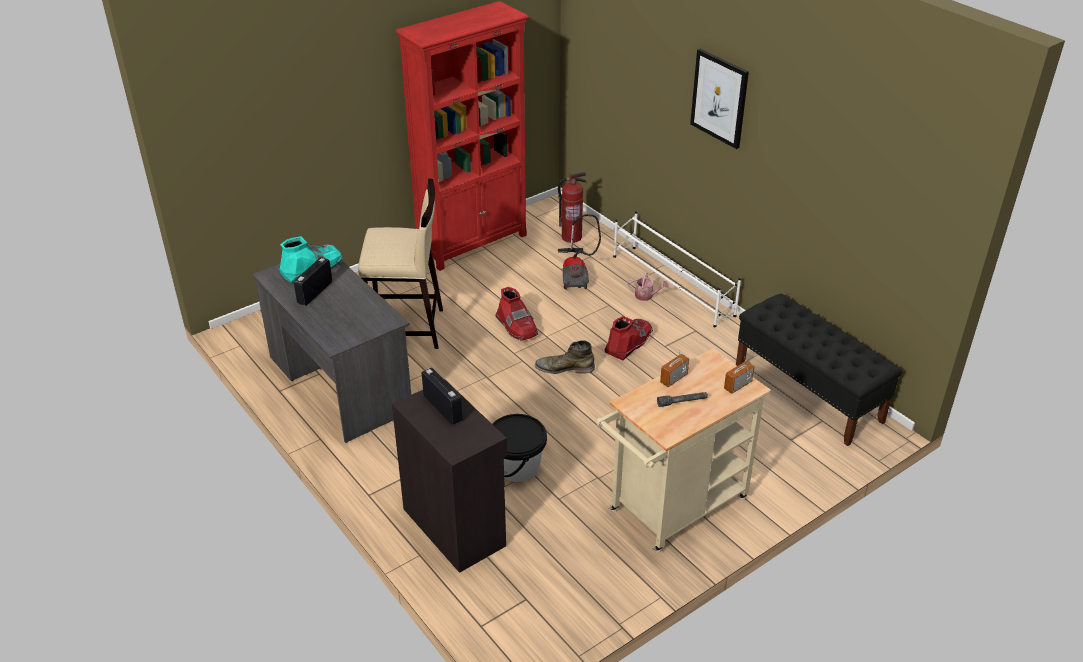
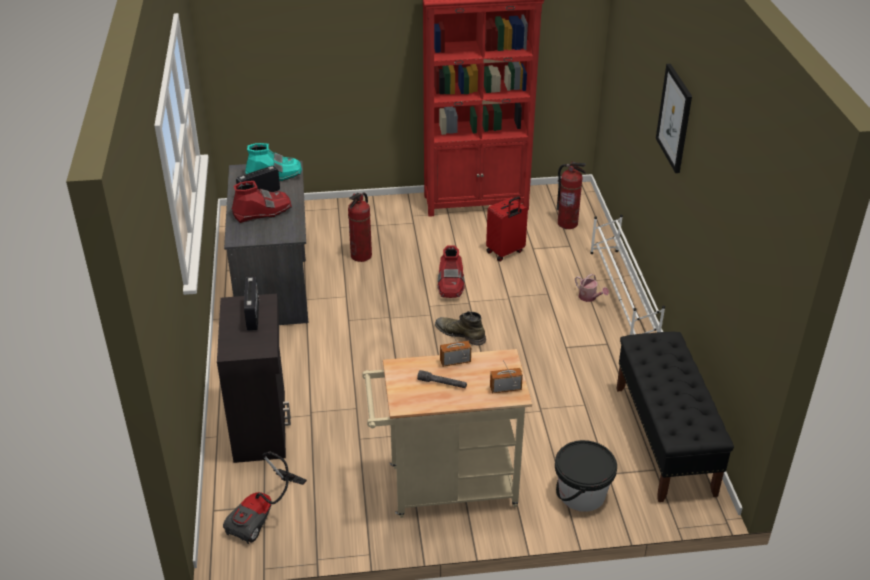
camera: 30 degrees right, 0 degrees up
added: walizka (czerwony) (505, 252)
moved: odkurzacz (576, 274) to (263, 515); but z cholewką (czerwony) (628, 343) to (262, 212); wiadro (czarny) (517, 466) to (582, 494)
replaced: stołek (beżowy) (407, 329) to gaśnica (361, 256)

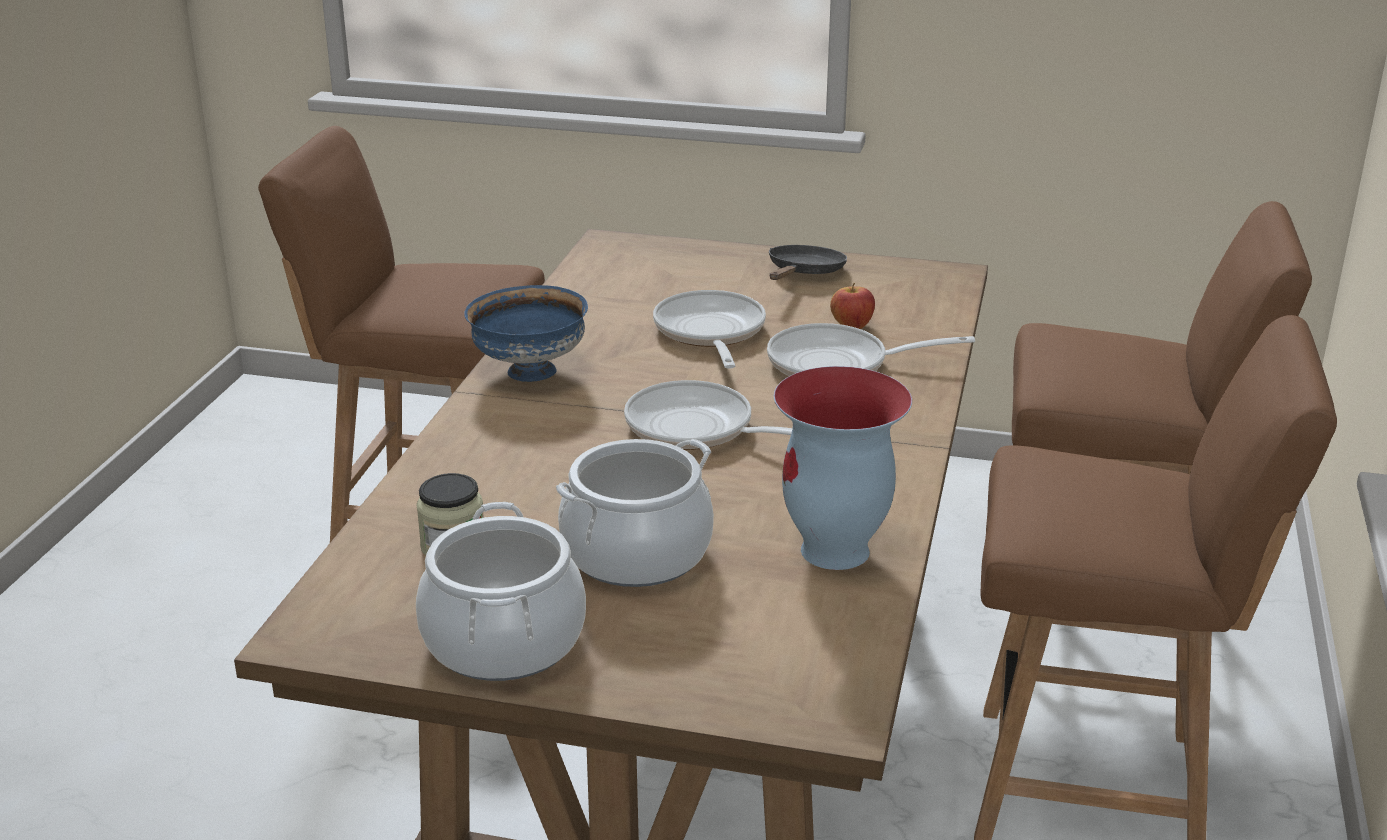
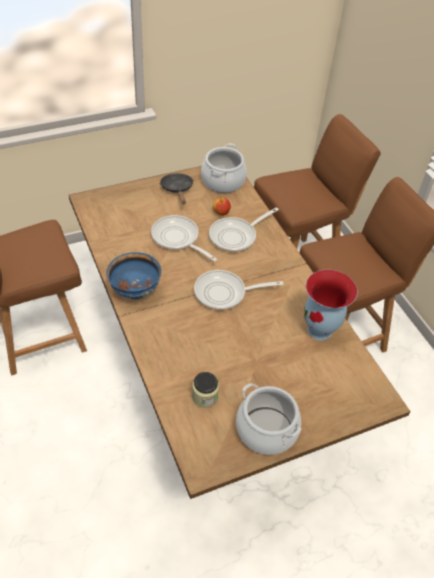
camera: 40 degrees left, 20 degrees up
moved: garnek (636, 553) to (222, 181)

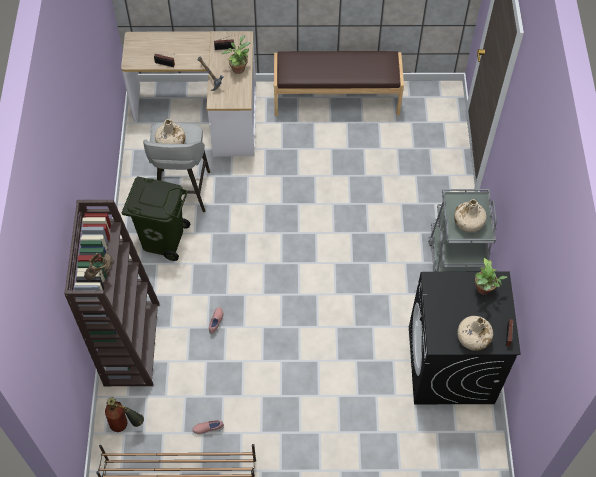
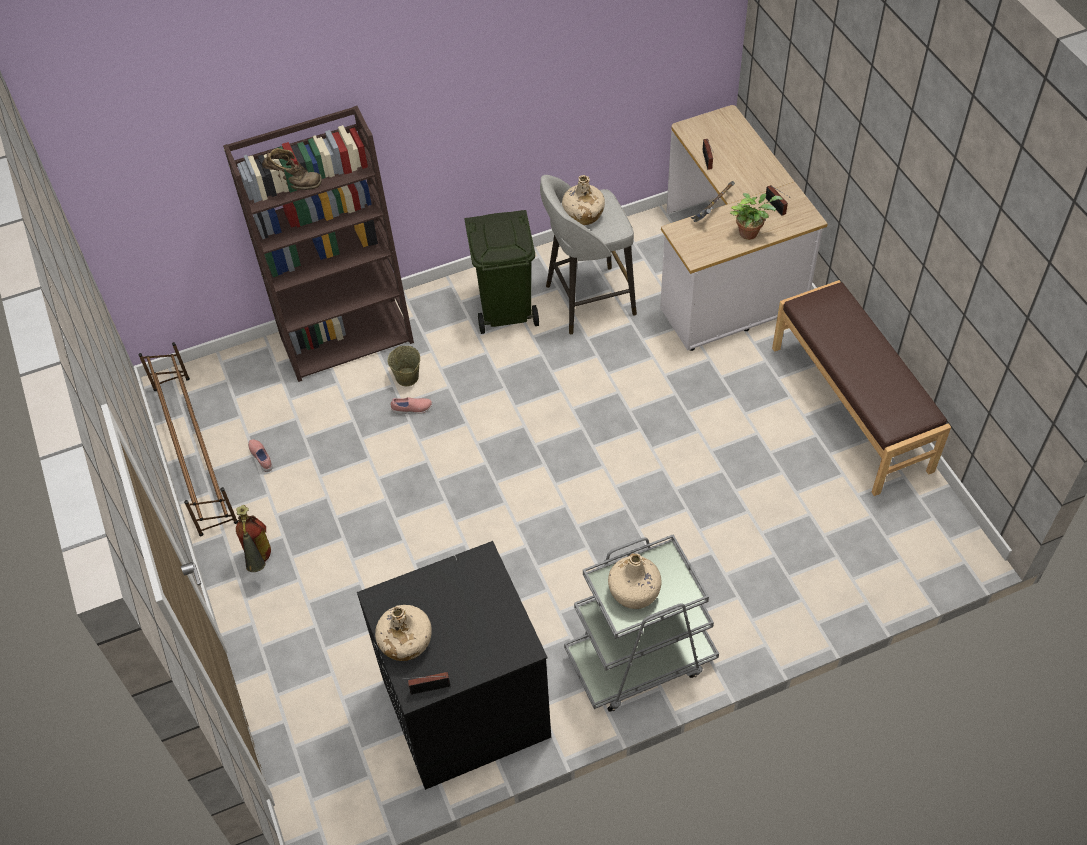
camera: 70 degrees right, 5 degrees down
removed: roślina doniczkowa (484, 290)
added: wiadro (beżowy) (407, 377)
moved: gaśnica (126, 426) to (260, 563)

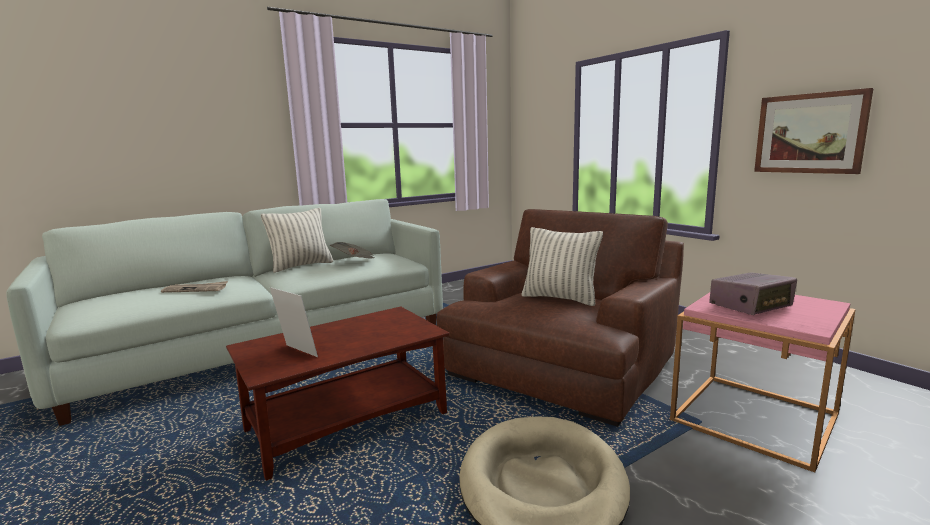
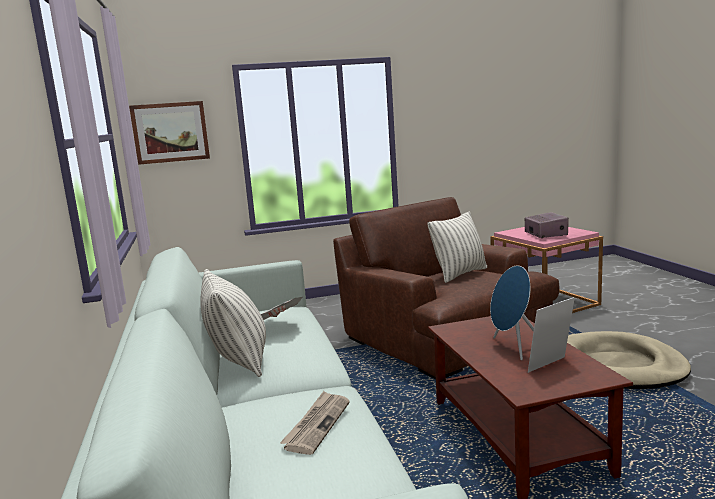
camera: 70 degrees left, 0 degrees up
added: głośnik (niebieski) (513, 348)
moved: obraz (809, 133) to (170, 132)

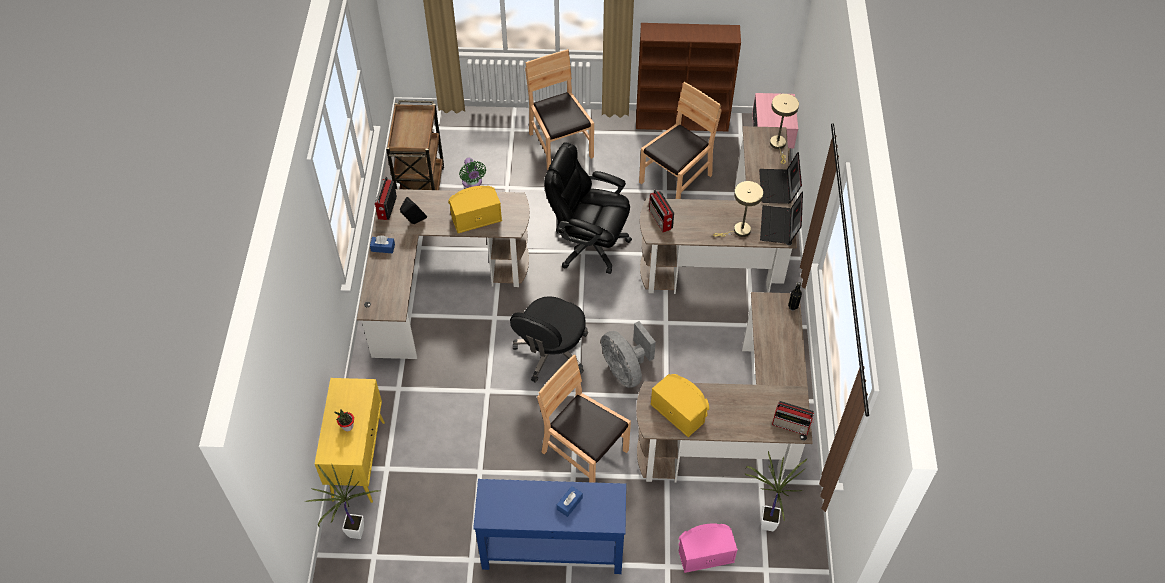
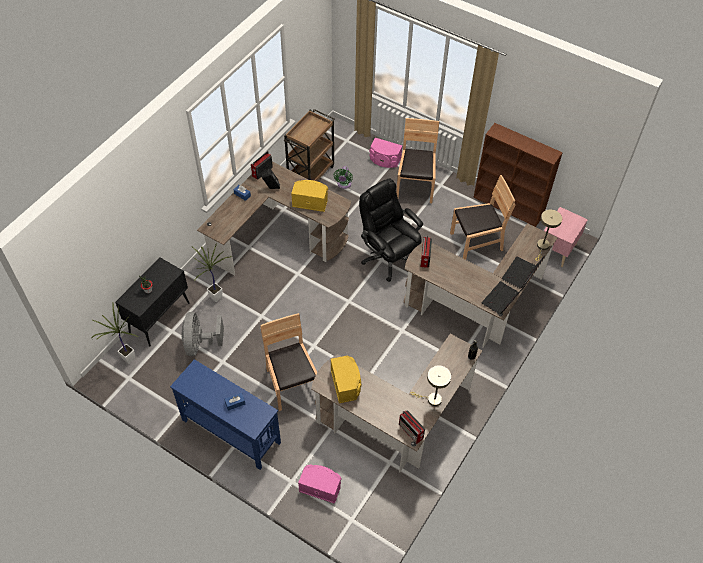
camera: 30 degrees right, 0 degrees up
removed: krzesło biurowe (czarny) (551, 352)
added: głośnik (różowy) (384, 160)
moved: wentylator (szary) (625, 370) to (200, 344); roślina doniczkowa (765, 522) to (215, 296); lampa stołowa (beżowy) (739, 231) to (431, 399)
recoloured: szafka (żółty) (359, 460) to szafka (czarny) (160, 318)

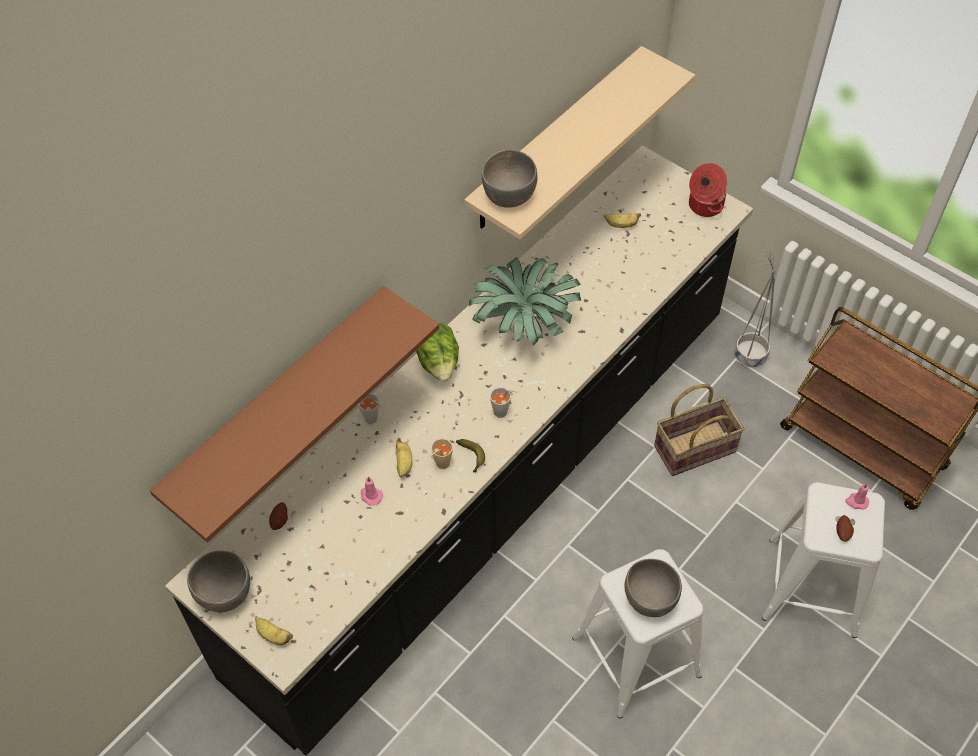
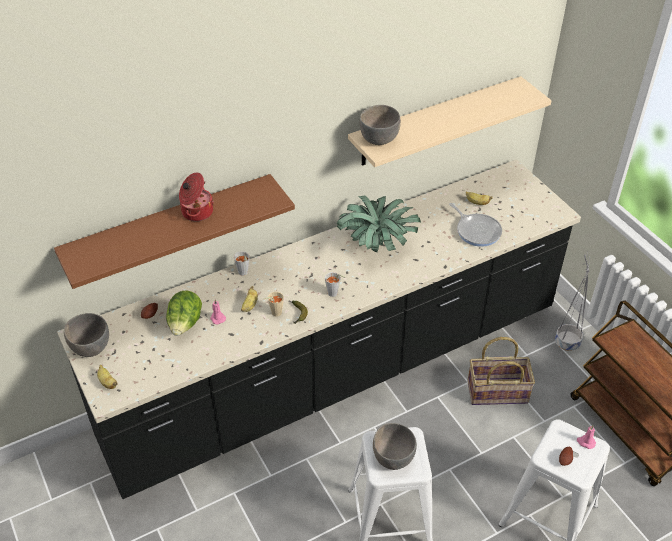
camera: 20 degrees right, 10 degrees down
added: patelnia (477, 231)
moved: sałata (439, 364) to (185, 324); garnek (704, 205) to (196, 212)

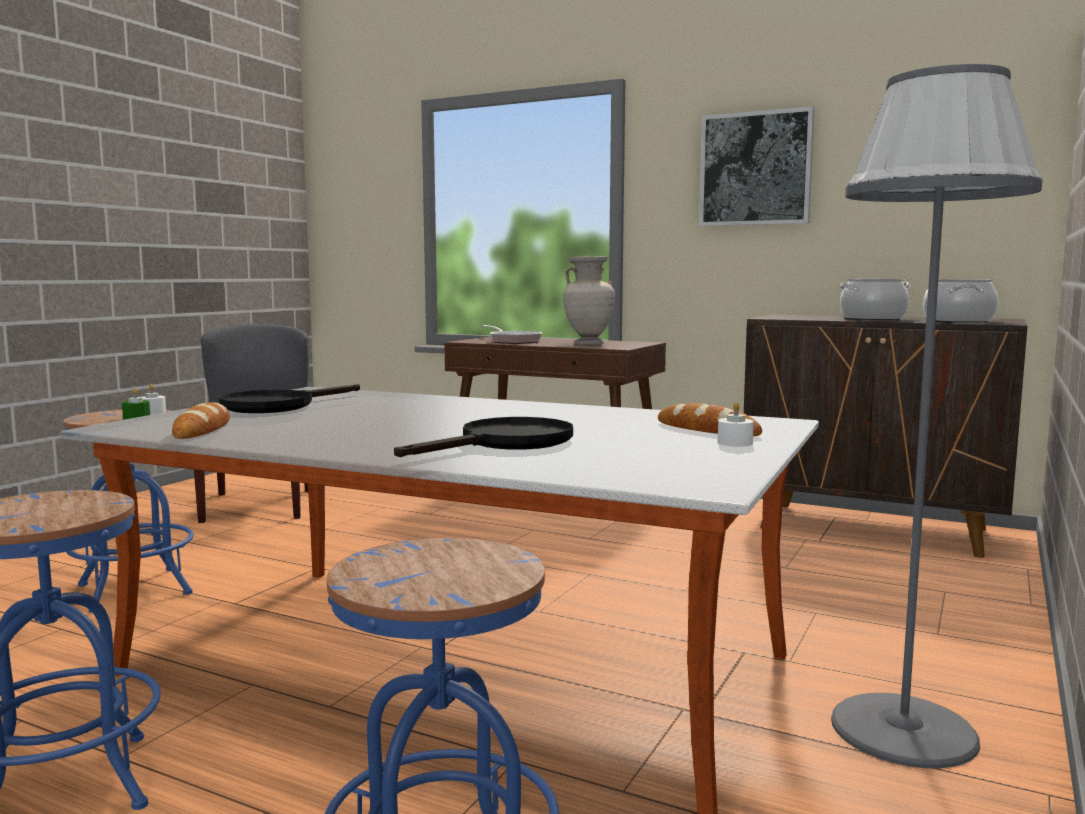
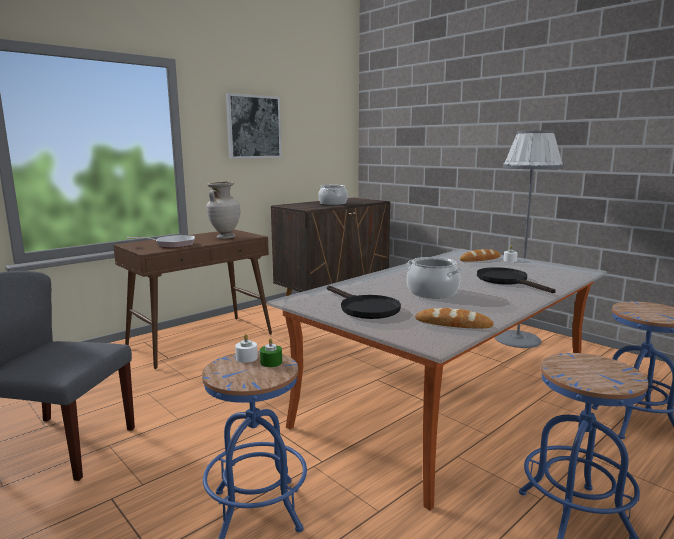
camera: 70 degrees left, 5 degrees up
moved: garnek (959, 321) to (432, 292)

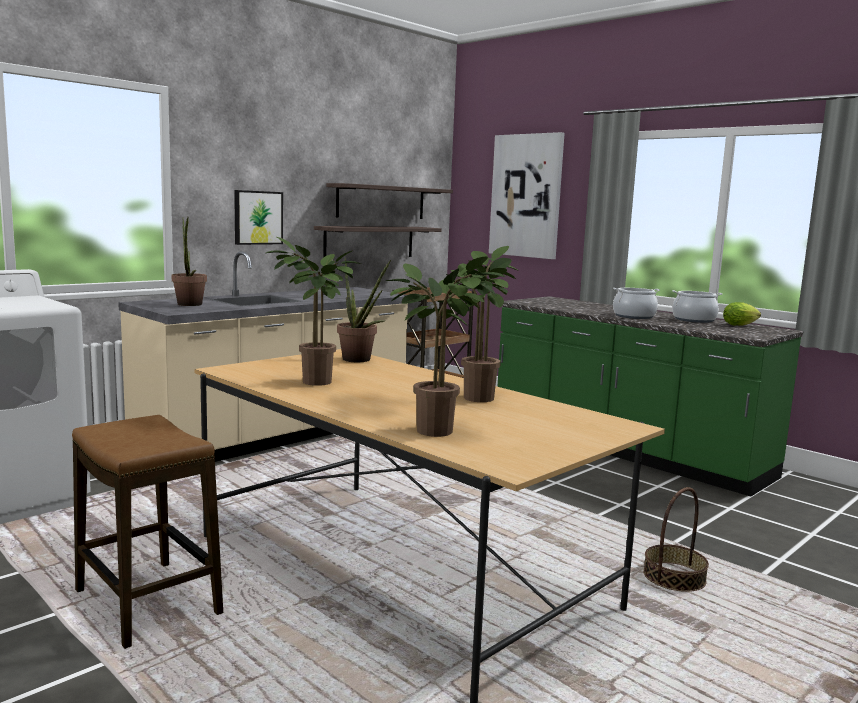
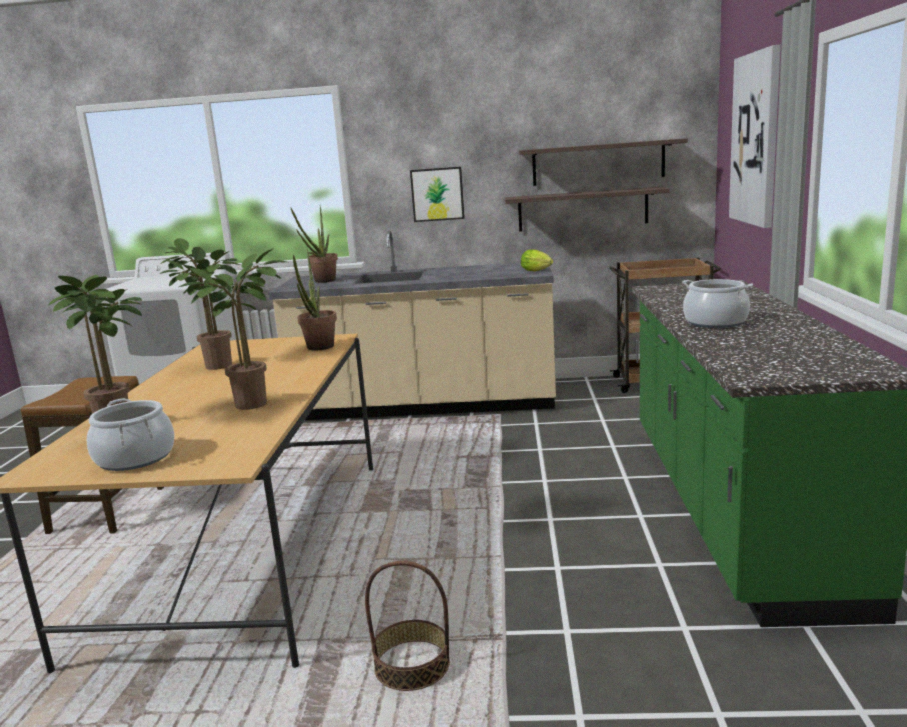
camera: 50 degrees right, 5 degrees up
moved: garnek (694, 320) to (135, 458); sałata (741, 325) to (538, 271)

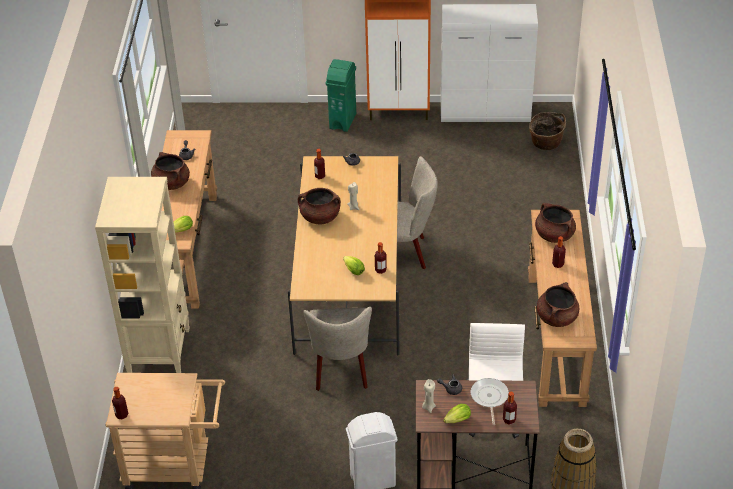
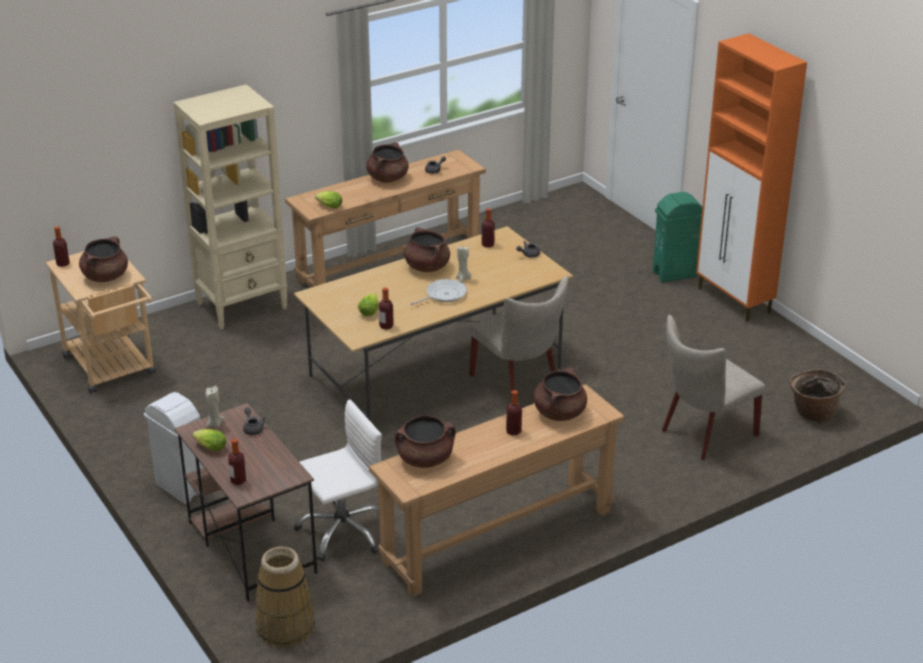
camera: 55 degrees right, 10 degrees down
removed: szafka (biały) (486, 113)
added: garnek (brązowy) (105, 276)
moved: patelnia (489, 398) to (443, 295); krzesło (beżowy) (341, 370) to (704, 434)

